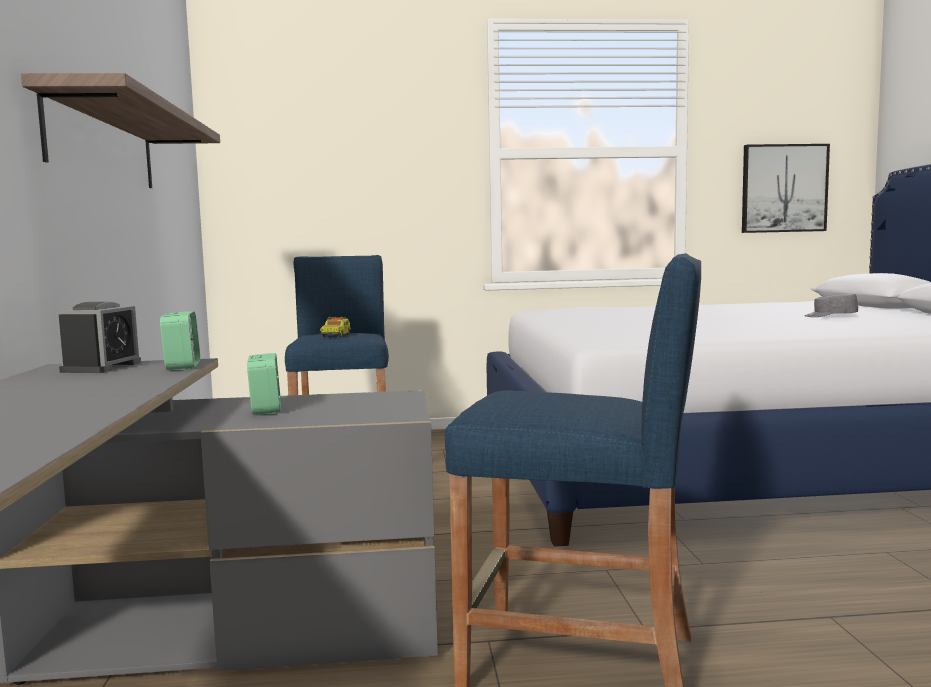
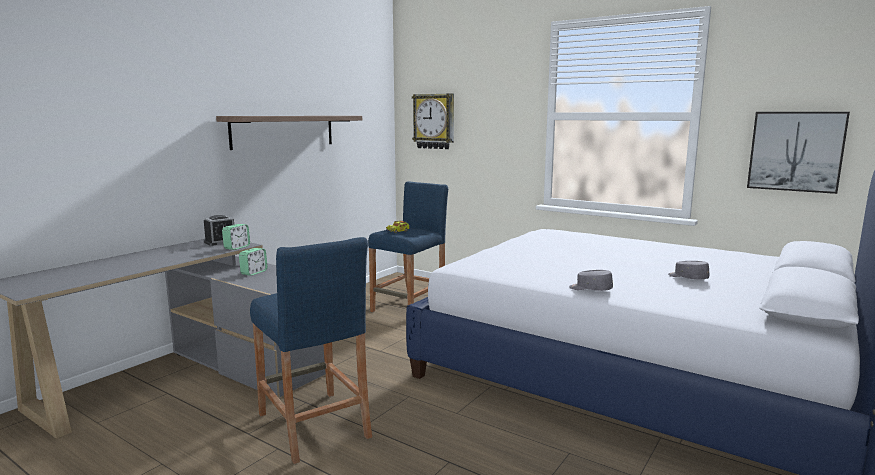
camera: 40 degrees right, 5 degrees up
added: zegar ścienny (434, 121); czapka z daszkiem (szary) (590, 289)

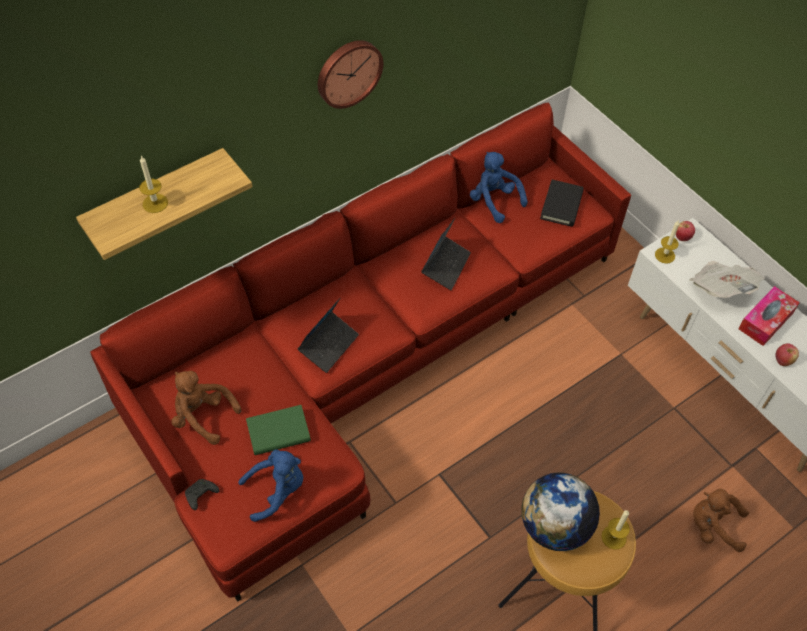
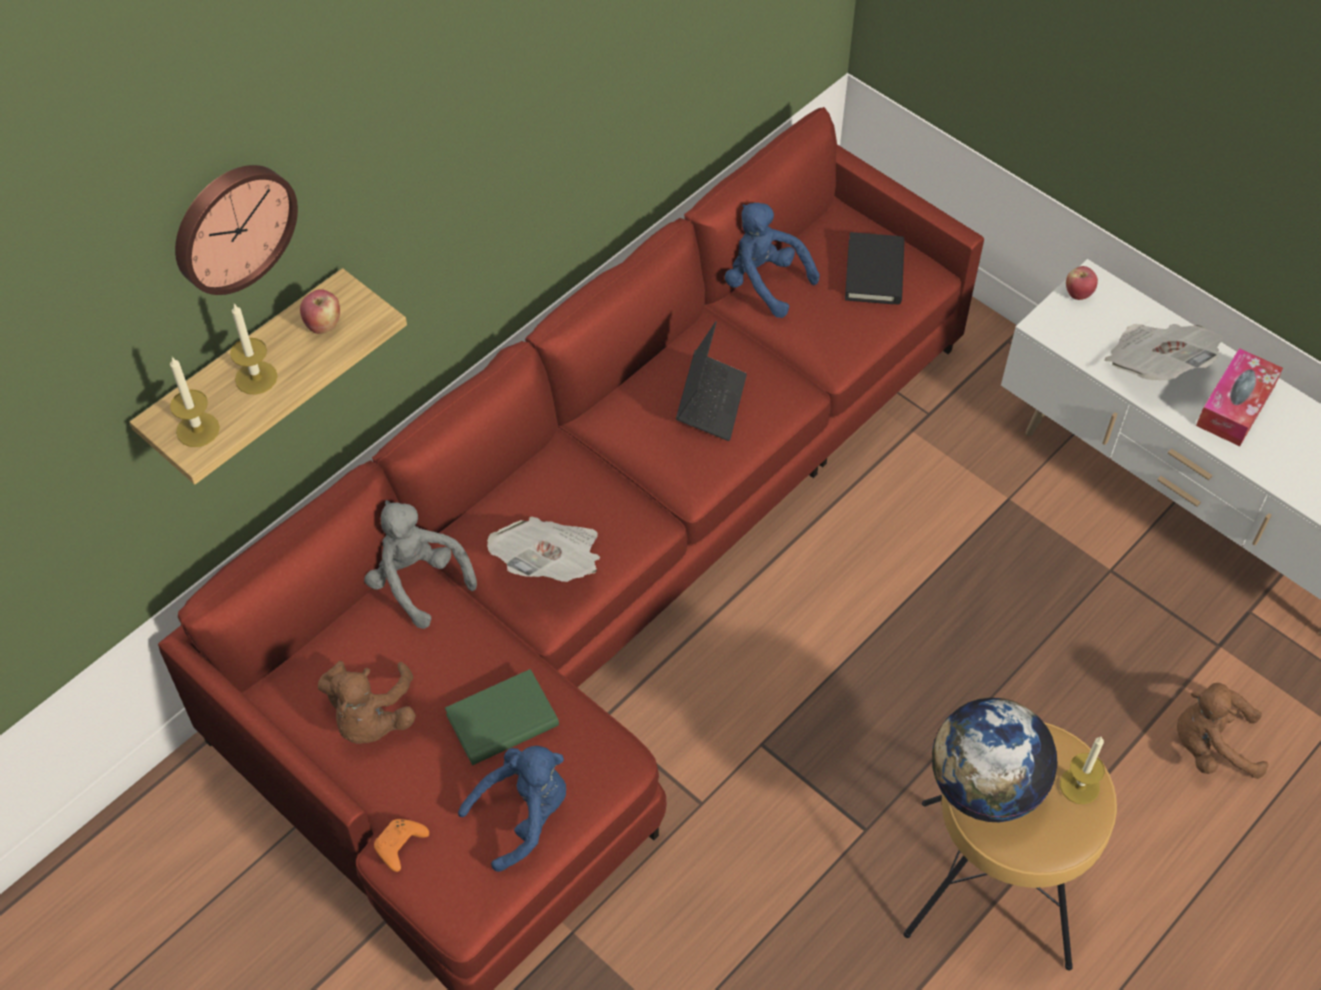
camera: 10 degrees left, 0 degrees up
added: pluszak (szary) (417, 581)
moved: świeca (665, 255) to (198, 429); zegar ścienny (348, 72) to (232, 226); jabłko (782, 360) to (323, 325)
replaced: laptop (329, 345) to gazeta (551, 564)
recoloured: pad do gier (czarny) (200, 496) to pad do gier (pomarańczowy) (400, 847)
turned: pluszak (brązowy) (203, 416) = (370, 718) 105 degrees counterclockwise

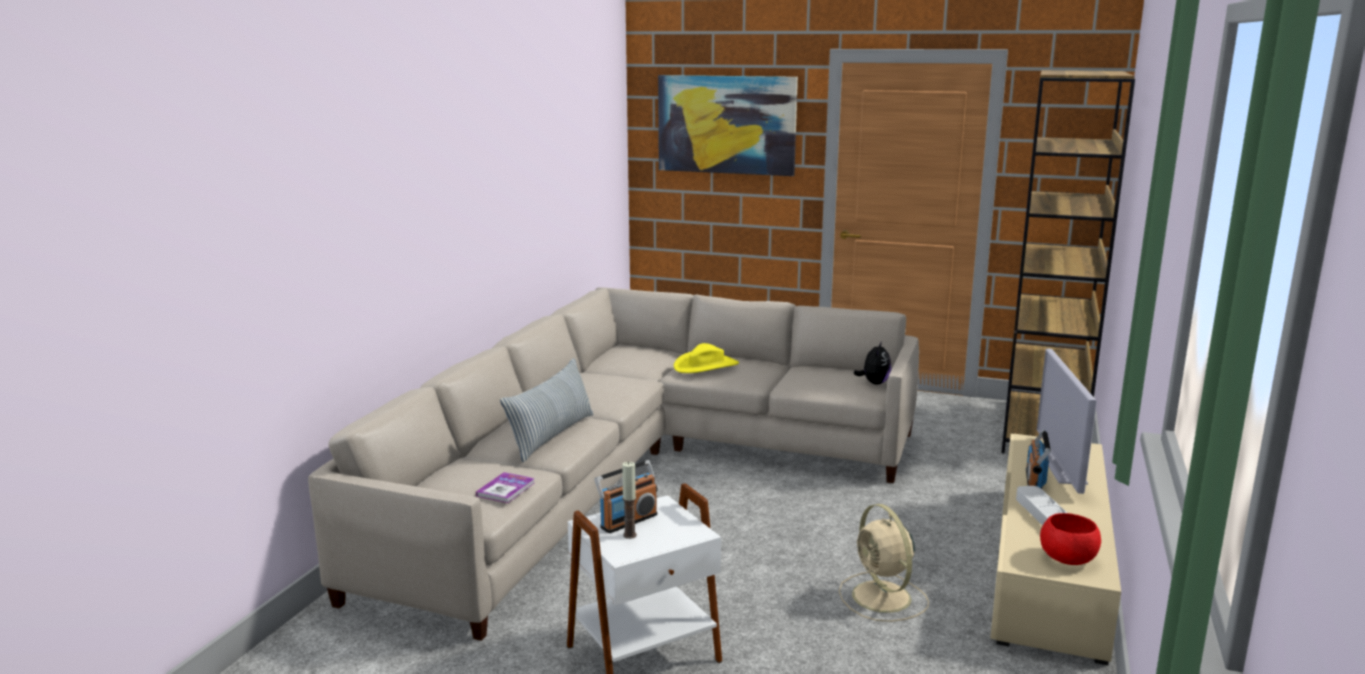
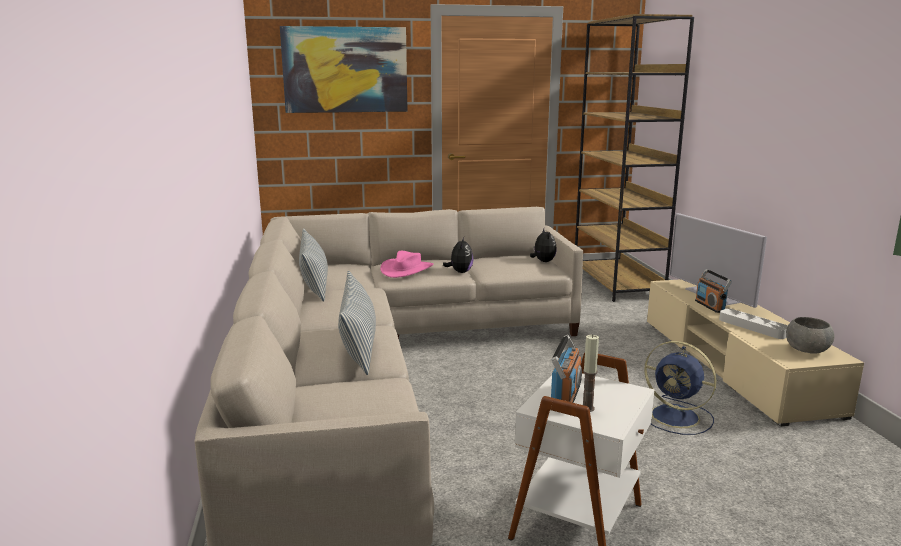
camera: 30 degrees left, 0 degrees up
removed: książka (505, 489)
added: poduszka (314, 285); pluszak (460, 272)
recoloured: kapelusz (żółty) (706, 366) to kapelusz (różowy) (406, 269); wentylator (beżowy) (883, 598) to wentylator (niebieski) (677, 417); miska (czerwony) (1067, 558) to miska (szary) (806, 350)

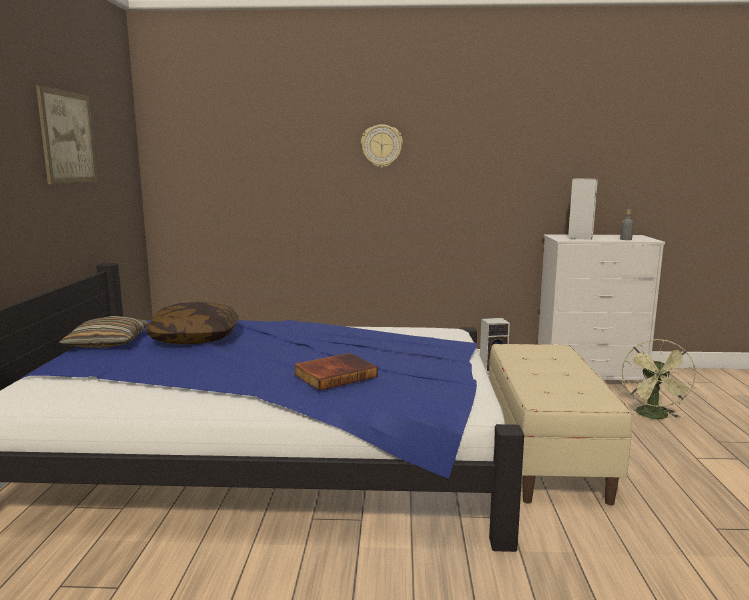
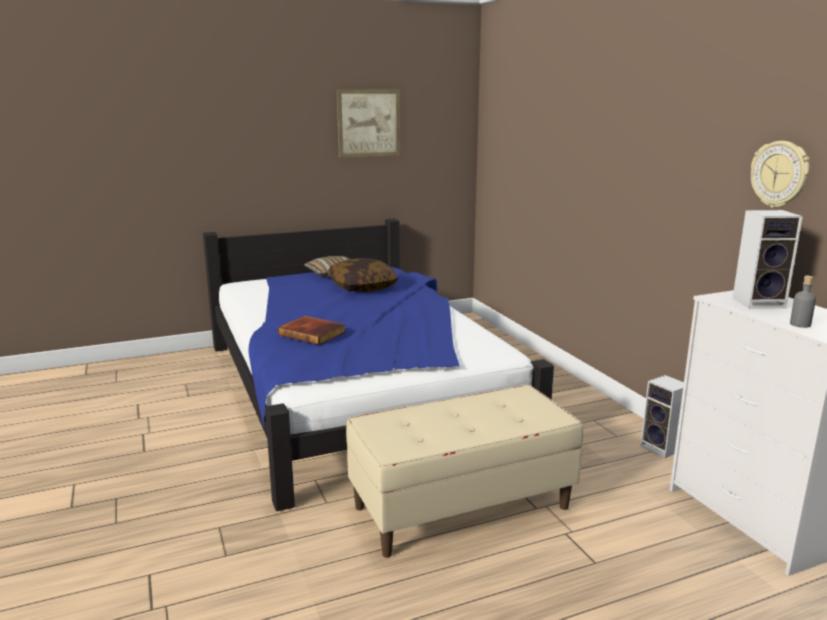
camera: 65 degrees right, 5 degrees up
removed: wentylator (zielony) (654, 416)
moved: zegar ścienny (381, 146) to (780, 174)

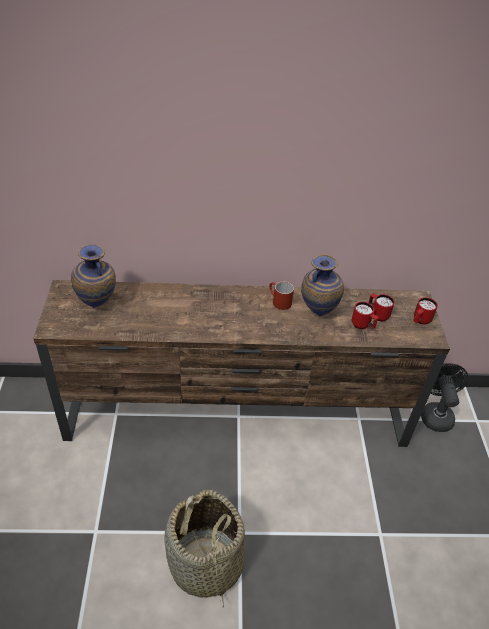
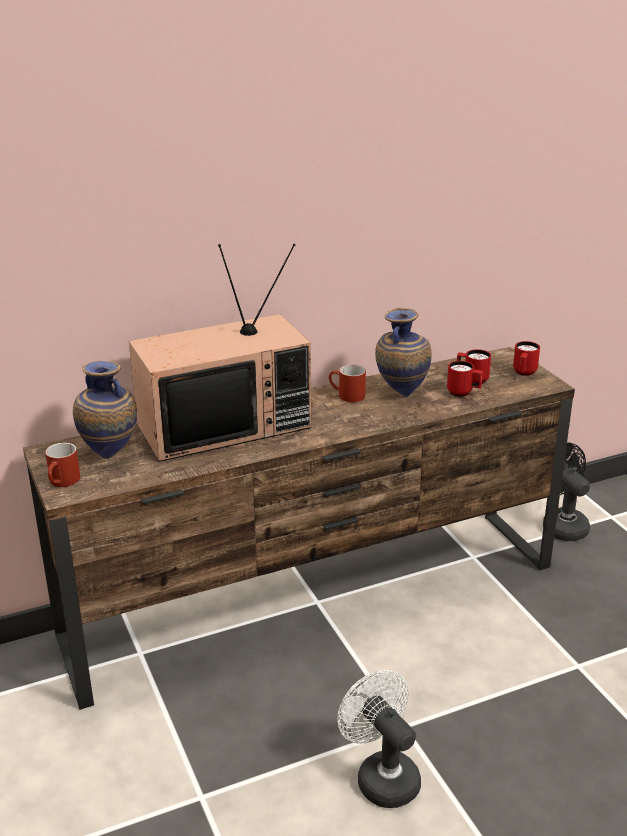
camera: 20 degrees left, 15 degrees down
added: kubek (czerwony) (63, 482); telewizor (225, 425)
replaced: koszyk (205, 564) to wentylator (biały) (381, 776)

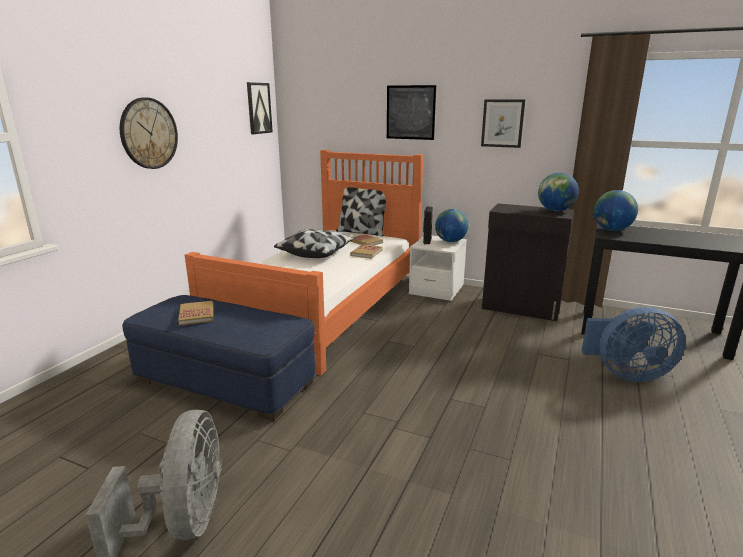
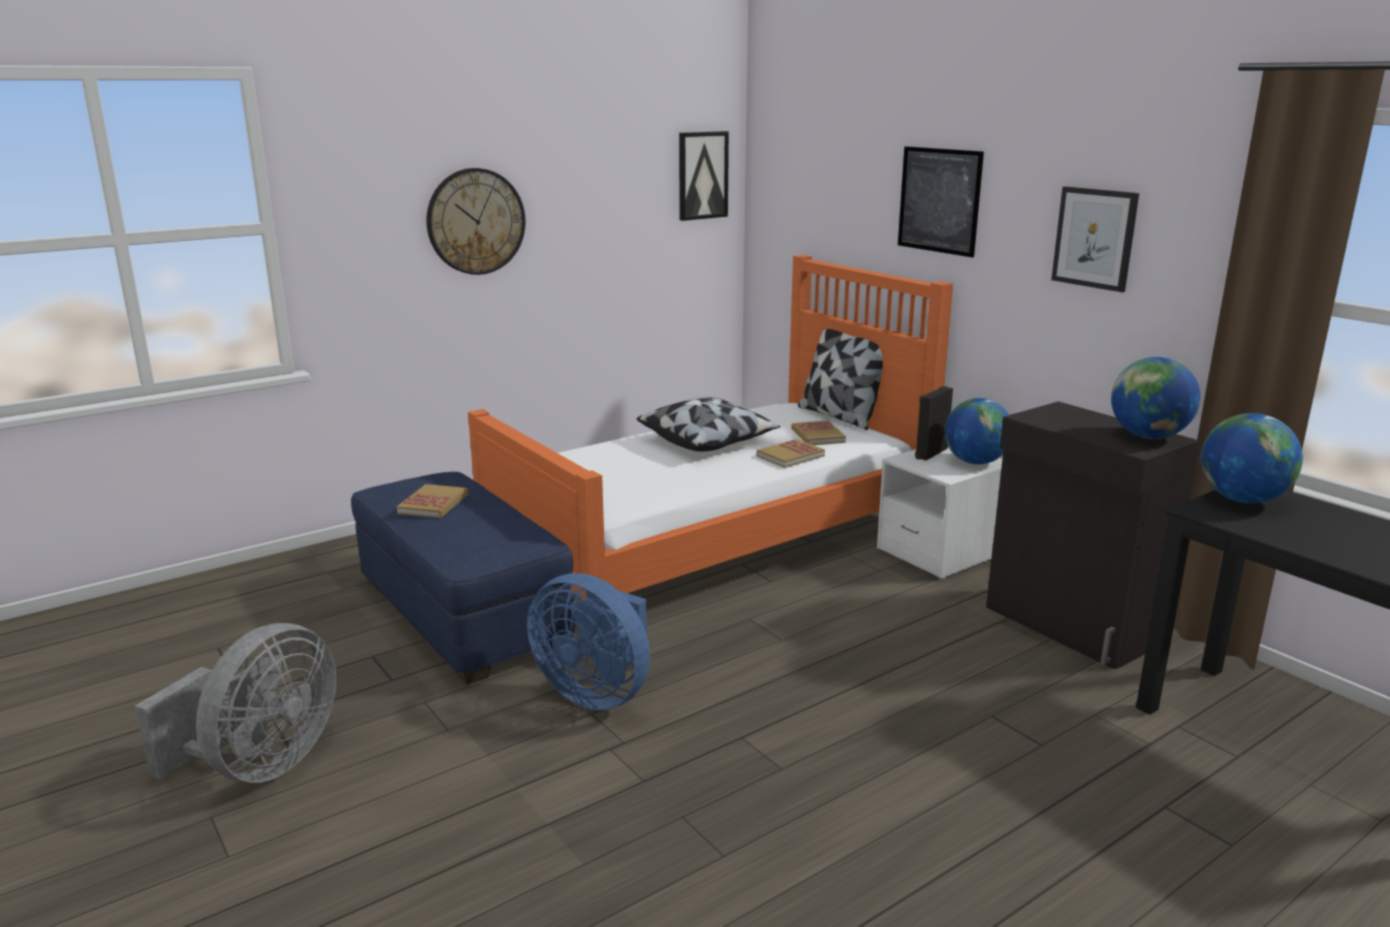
camera: 30 degrees right, 0 degrees up
moved: wentylator (niebieski) (626, 373) to (596, 692)

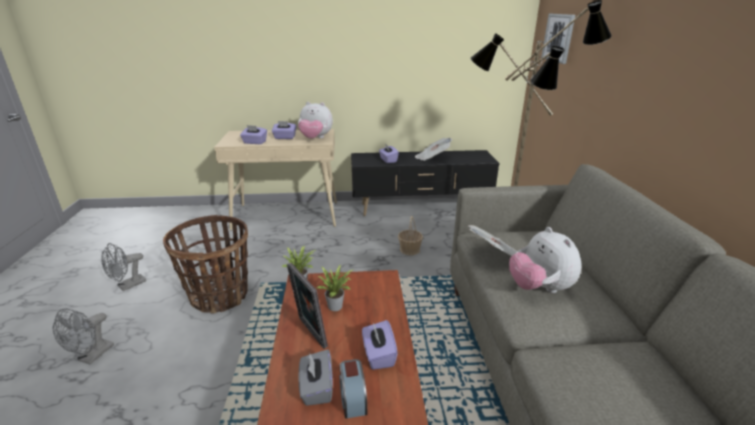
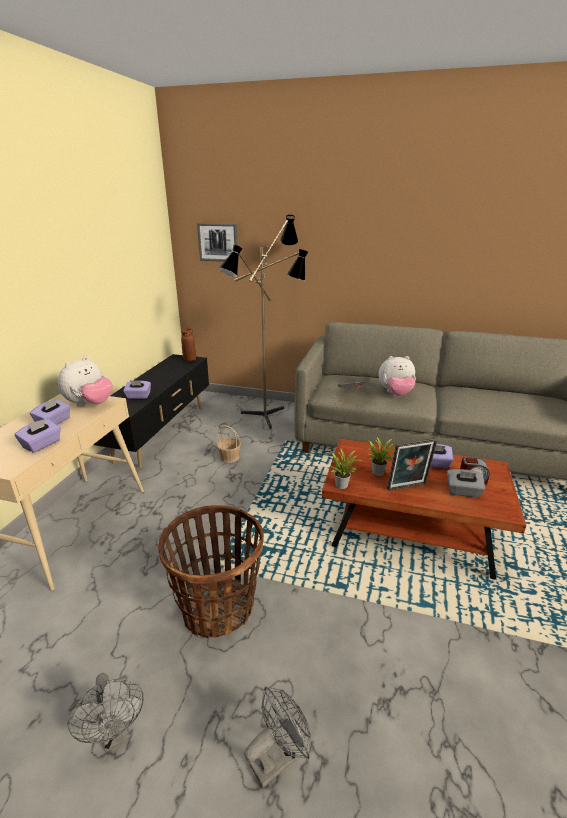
camera: 70 degrees left, 0 degrees up
removed: gazeta (432, 158)
added: wazon (brązowy) (189, 360)
turned: wentylator (szary) (92, 356) = (278, 757) 75 degrees counterclockwise

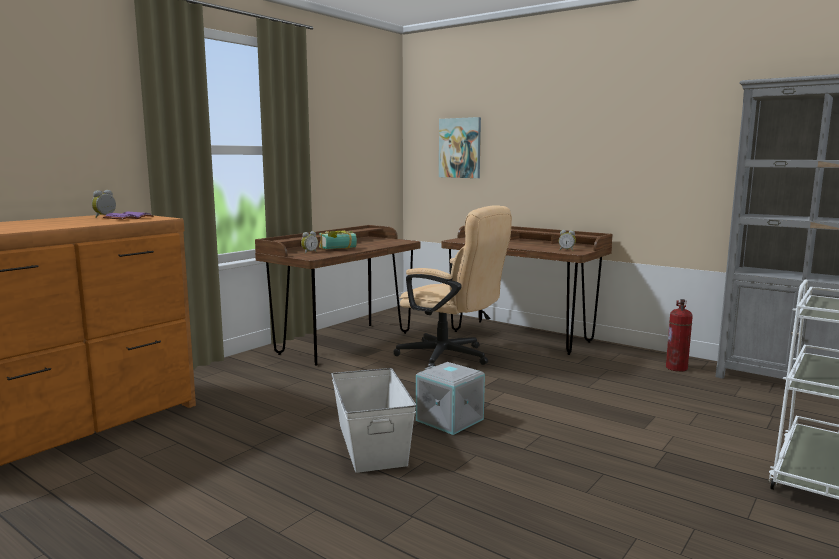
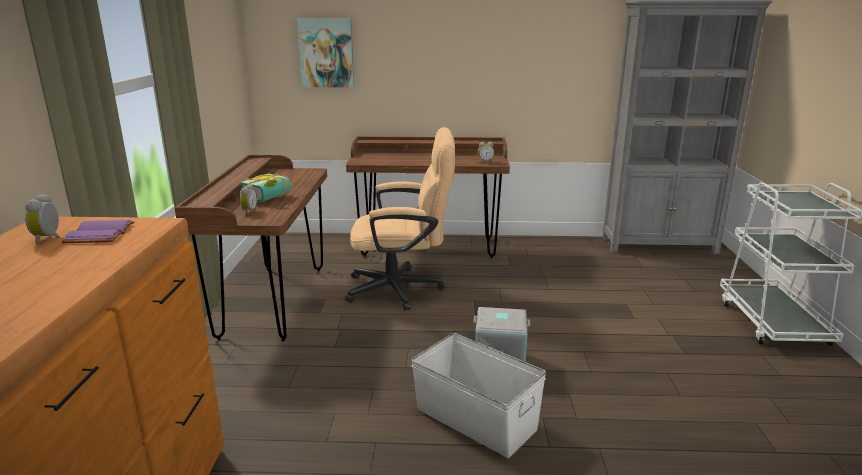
camera: 35 degrees left, 10 degrees up
removed: gaśnica (677, 368)

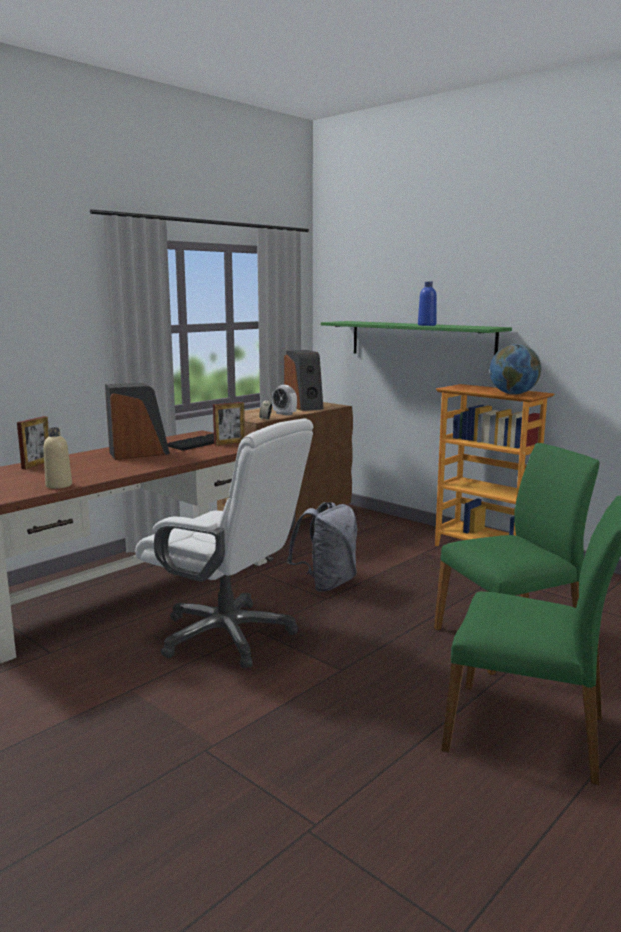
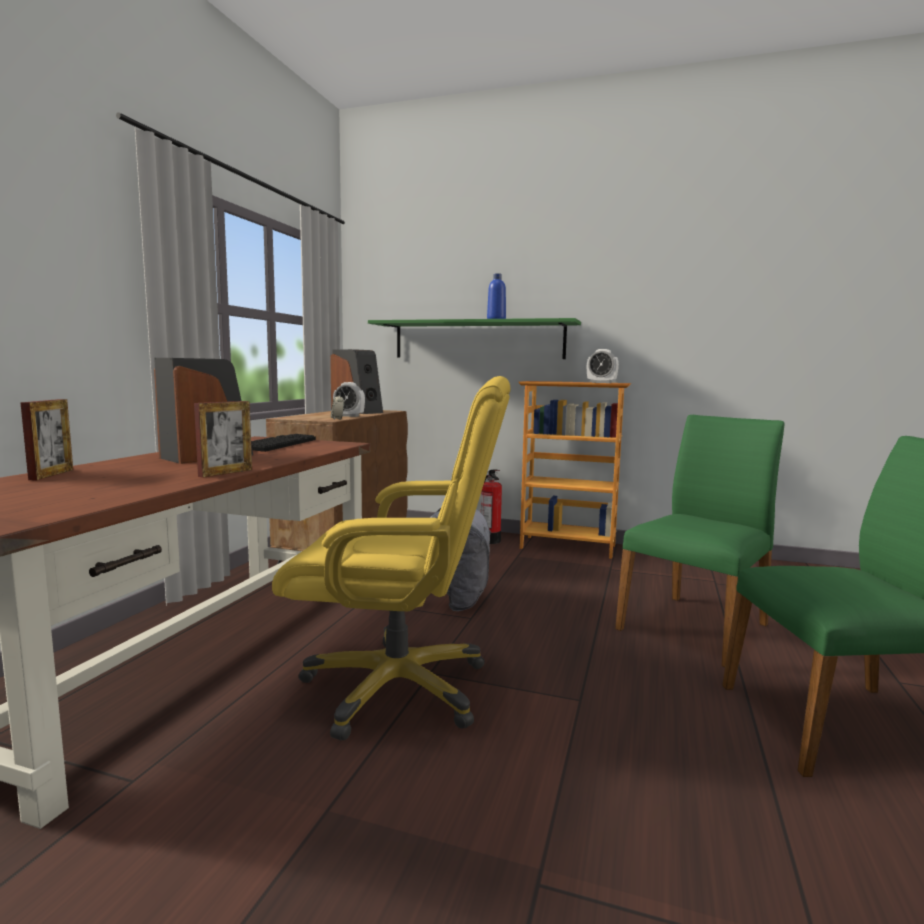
camera: 25 degrees left, 5 degrees down
removed: butelka (beżowy) (59, 485)
added: gaśnica (490, 540)
moved: ramka na zdjęcie (229, 443) to (226, 473)
replaced: globus (513, 394) to budzik (601, 382)
recoloured: krzesło biurowe (biały) (228, 635) to krzesło biurowe (żółty) (399, 687)

